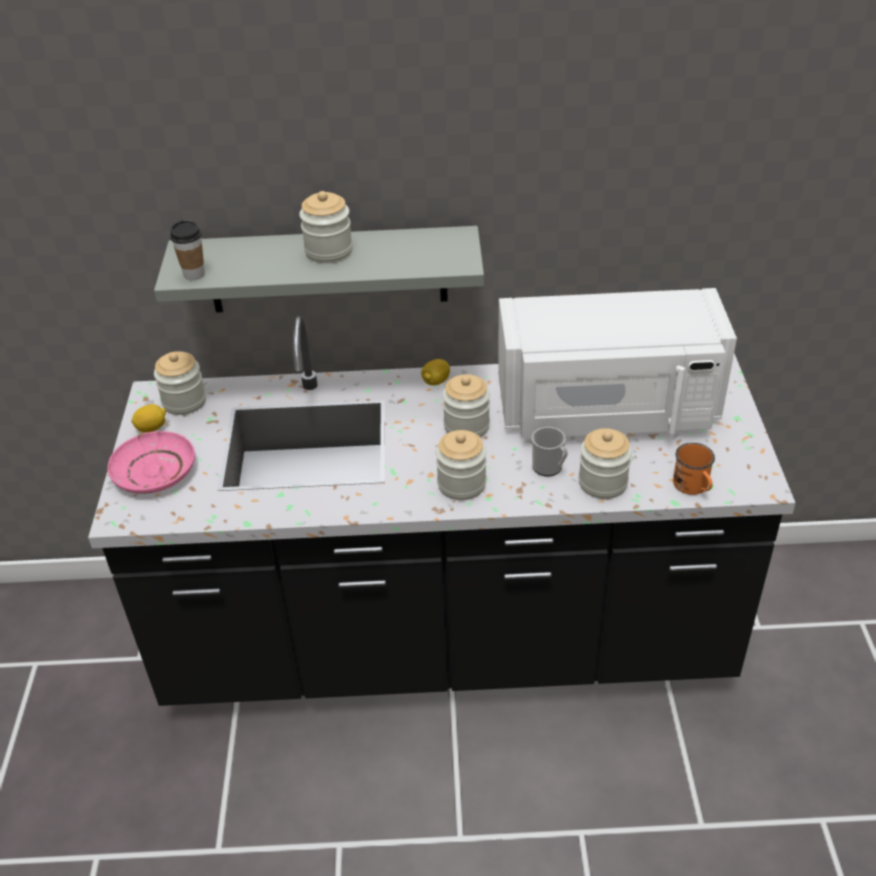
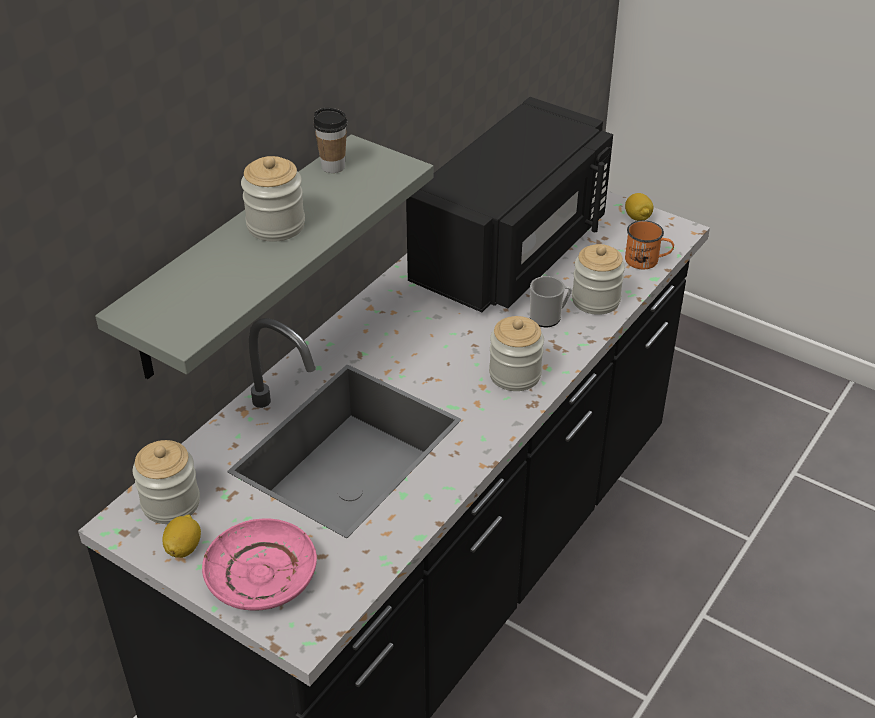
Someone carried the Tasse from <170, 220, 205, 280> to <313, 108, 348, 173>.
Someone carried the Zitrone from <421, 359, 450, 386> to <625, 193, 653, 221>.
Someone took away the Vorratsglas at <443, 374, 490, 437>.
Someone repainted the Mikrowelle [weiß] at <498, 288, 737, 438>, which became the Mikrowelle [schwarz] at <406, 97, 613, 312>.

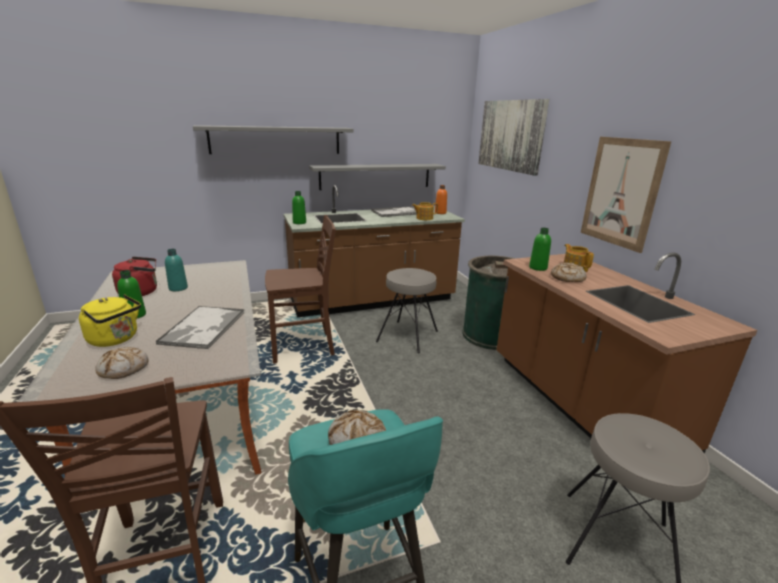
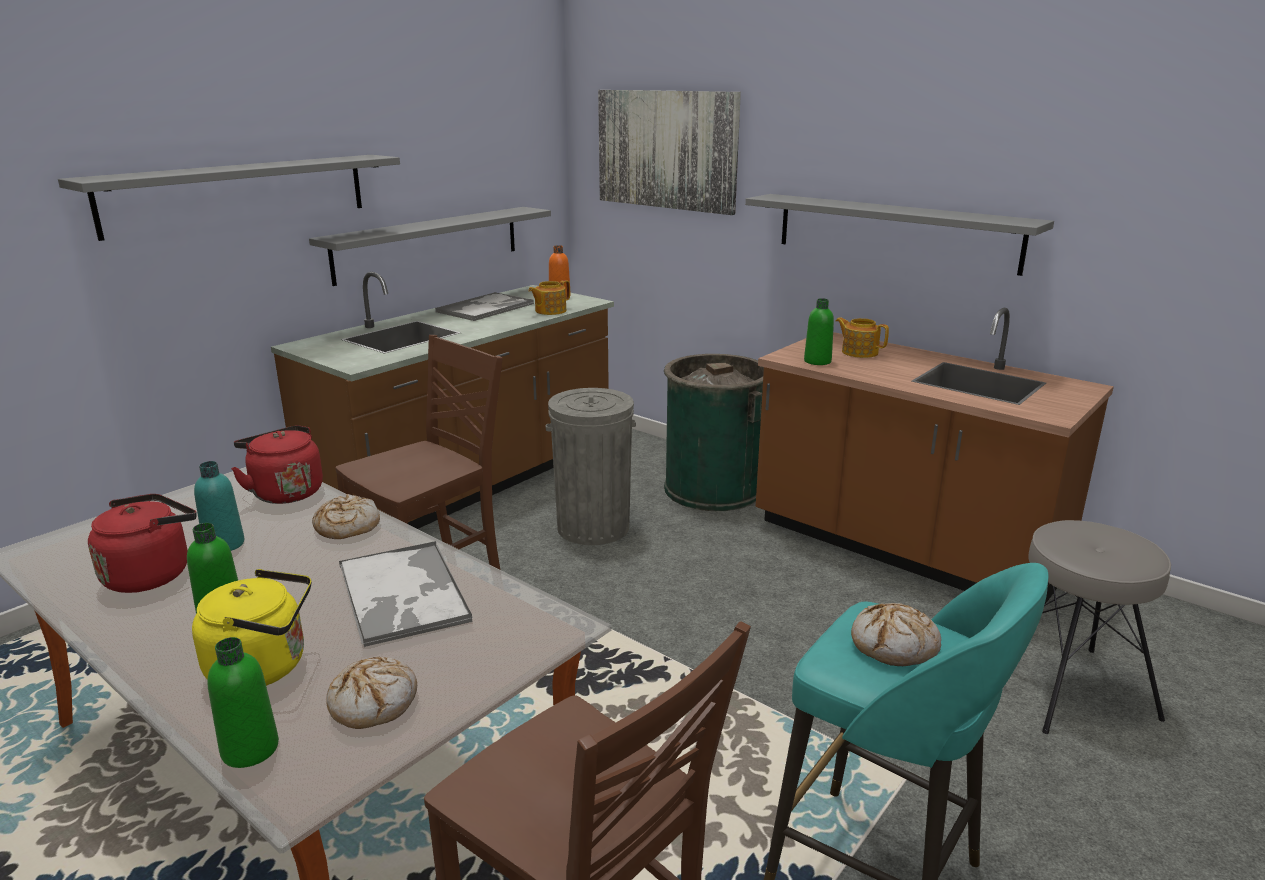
Someone carried the Flasche [grün] from <292, 191, 306, 224> to <207, 637, 279, 768>.
Someone swapped the Hocker [grau] at <376, 268, 438, 354> for the Mülleimer [grau] at <546, 388, 636, 545>.
Someone carried the Brot from <551, 262, 587, 282> to <312, 494, 380, 539>.
Someone swapped the Bild at <581, 137, 672, 253> for the Wandregal [grau] at <745, 194, 1054, 276>.
Someone put down the Wasserkessel [rot] at <231, 425, 323, 504>.

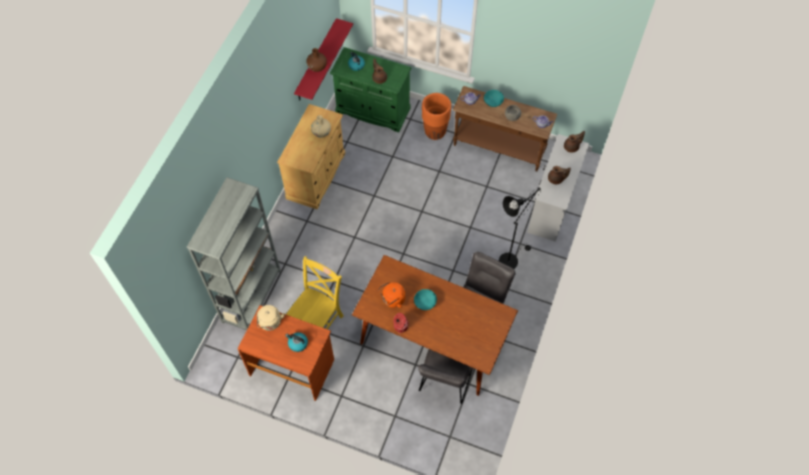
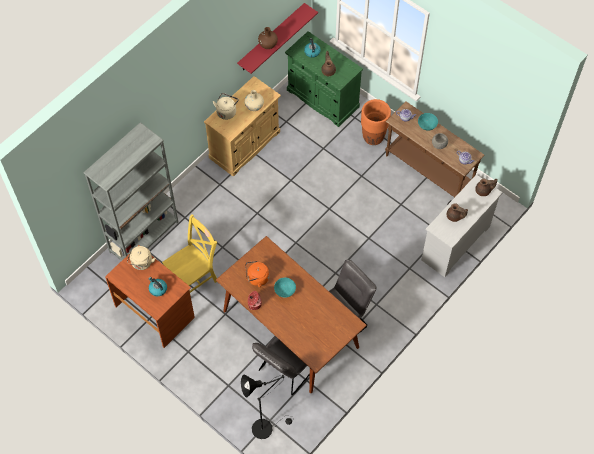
Someone carried the Stehlampe [schwarz] from <499, 187, 541, 269> to <241, 375, 292, 439>.
Someone put down the Wasserkessel [beige] at <213, 93, 239, 120>.

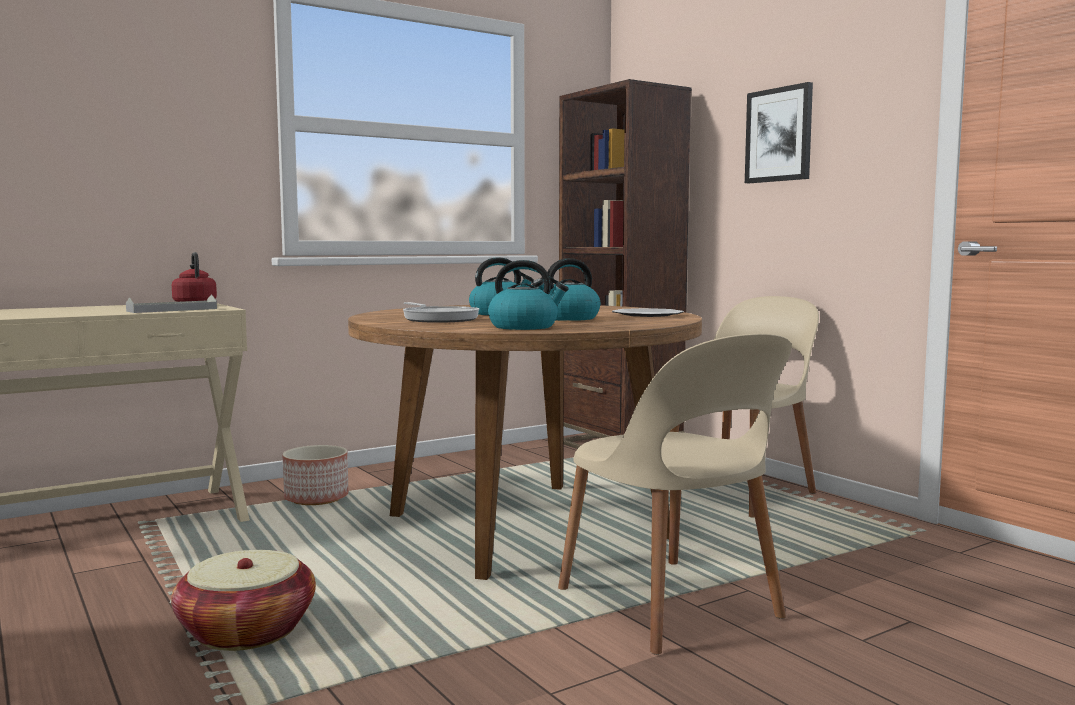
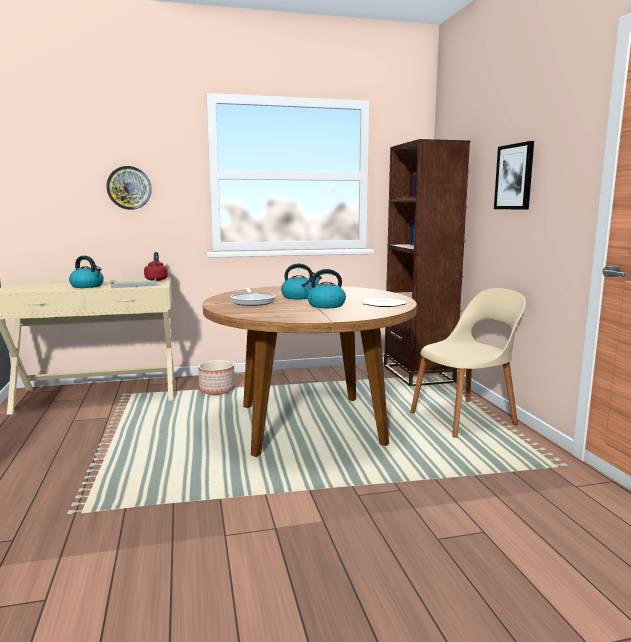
Someone took away the Korb at <171, 550, 316, 651>.
Someone carried the Wasserkessel from <488, 260, 568, 330> to <69, 256, 104, 288>.
Someone took away the Stuhl [beige] at <558, 334, 792, 655>.
Someone put up the Wanduhr at <106, 166, 152, 210>.

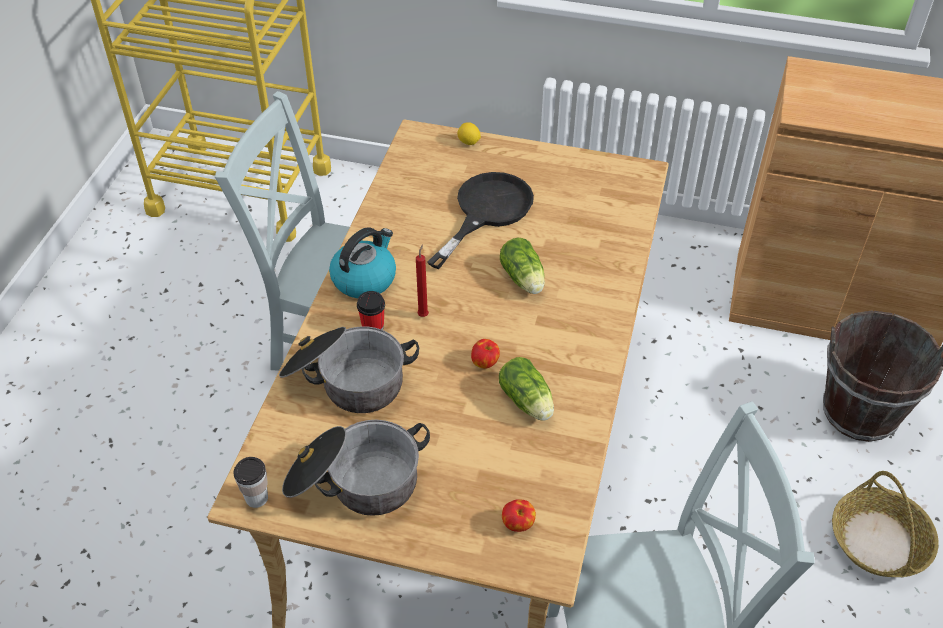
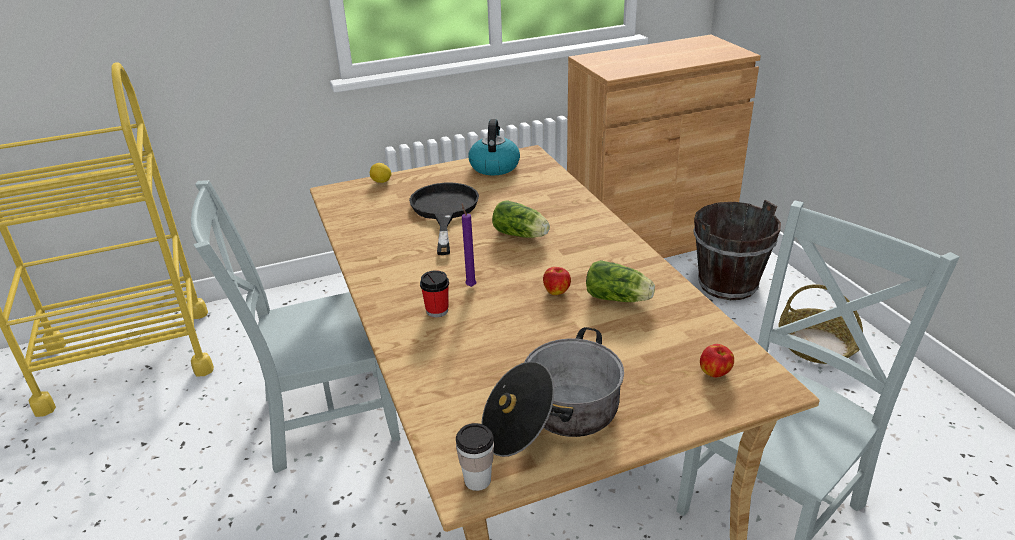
Someone took away the Kochtopf at <279, 327, 419, 413>.
Someone carried the Wasserkessel from <329, 227, 396, 298> to <468, 119, 520, 175>.
Someone repainted the Kerze [rot] at <416, 244, 429, 317>, which became the Kerze [lila] at <462, 203, 476, 287>.

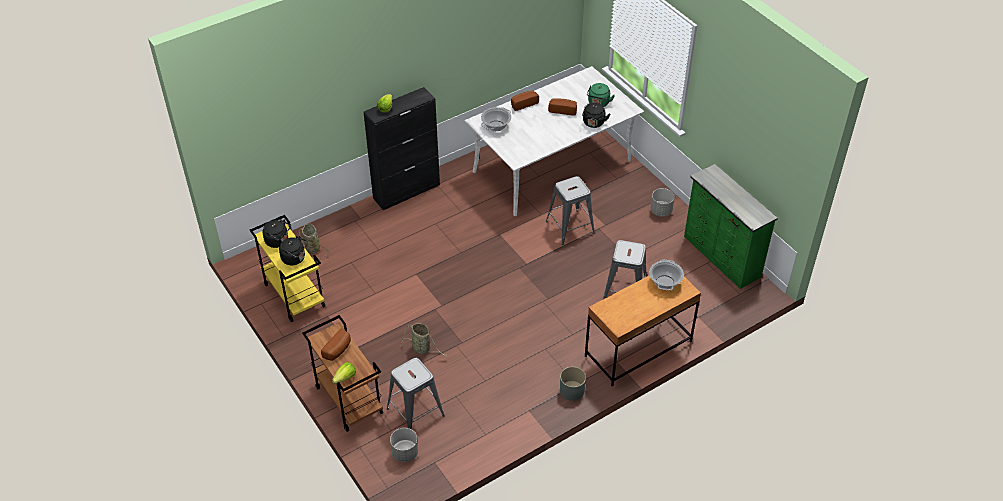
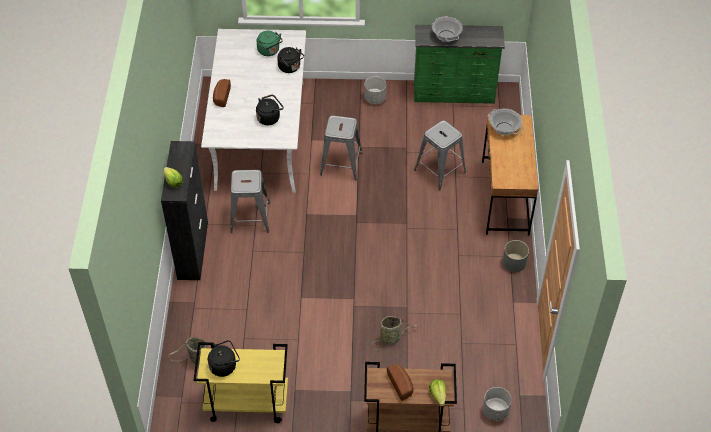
Someone carried the Wasserkessel [schwarz] from <279, 236, 308, 265> to <256, 95, 284, 125>.
Someone carried the Hocker [grau] from <387, 358, 445, 429> to <230, 170, 270, 233>.
Someone carried the Kochtopf from <481, 107, 511, 131> to <432, 16, 463, 42>.
Someone took away the Brot at <548, 98, 577, 116>.

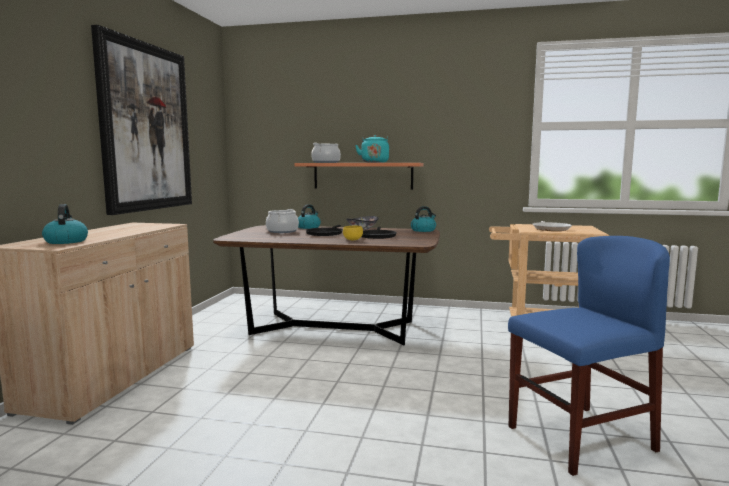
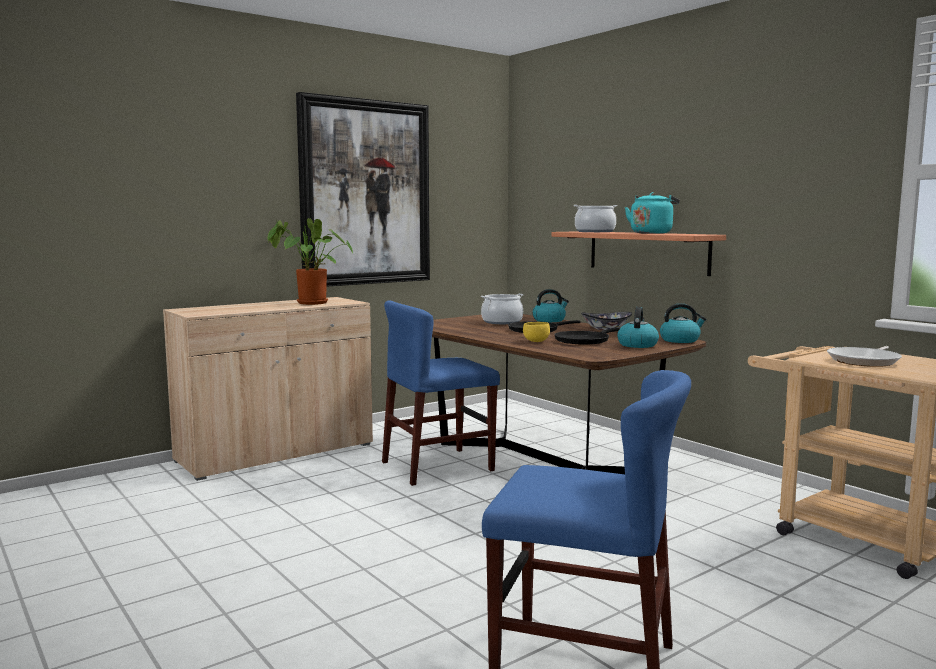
Someone carried the Wasserkessel from <42, 204, 88, 244> to <617, 307, 659, 348>.
Someone put down the Topfpflanze at <268, 218, 354, 305>.
Someone put down the Stuhl [blau] at <382, 300, 500, 486>.

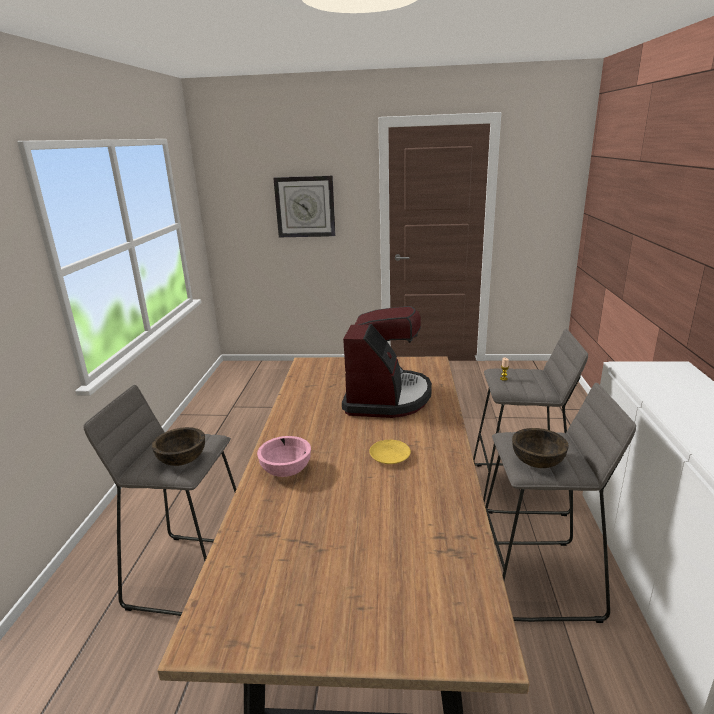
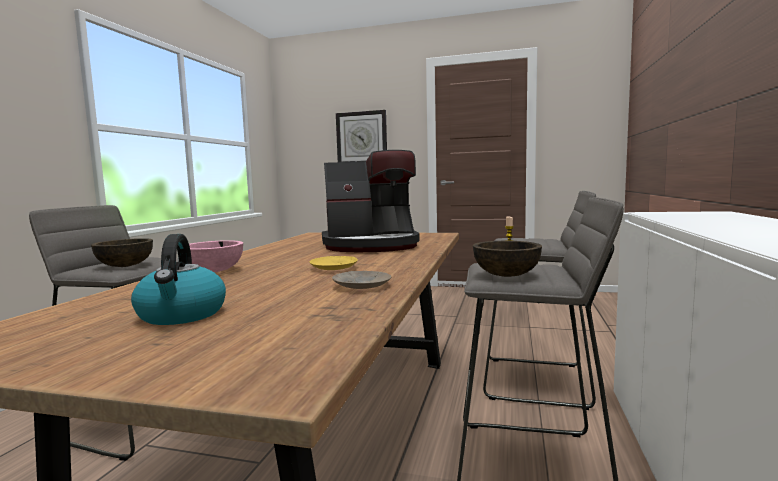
Someone rotated the Kaffeemaschine at <342, 306, 432, 418> by 60 degrees clockwise.
Someone put down the Wasserkessel at <131, 234, 226, 325>.
Someone put down the Teller [beige] at <332, 271, 391, 289>.

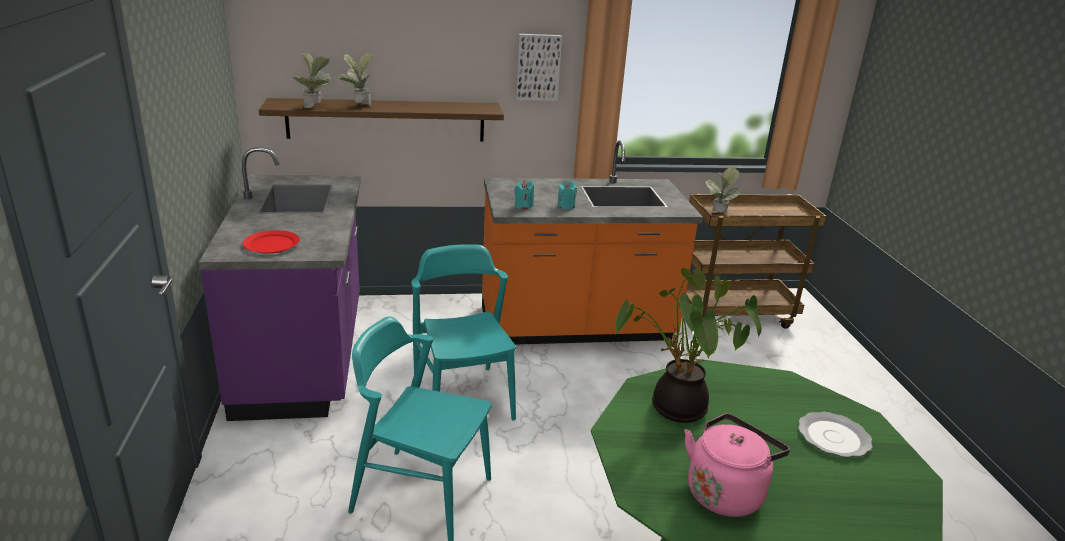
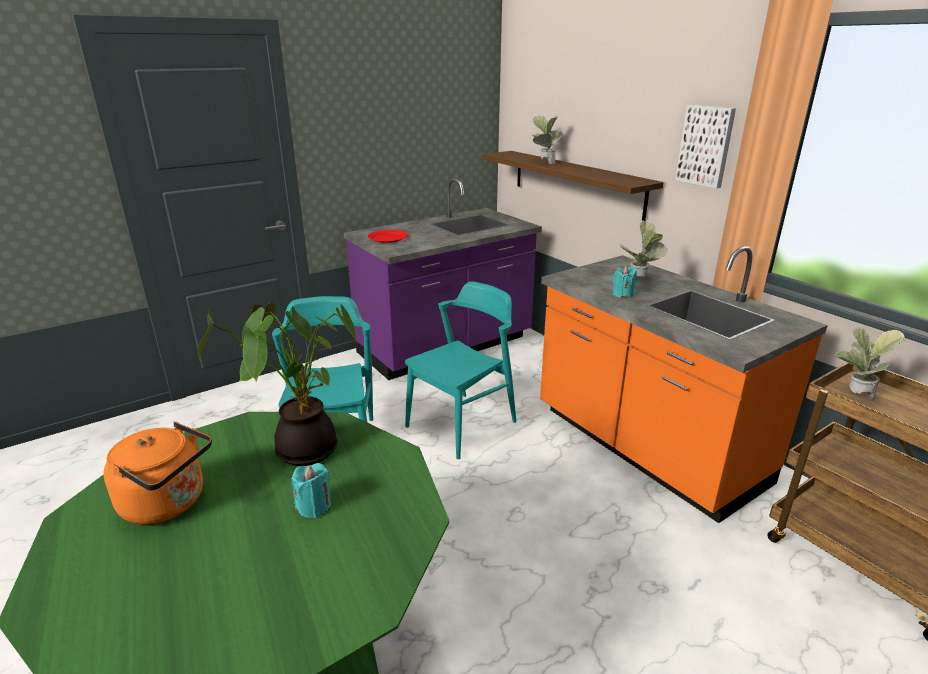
Someone carried the Topfpflanze from <293, 52, 331, 108> to <620, 221, 668, 277>.
Someone carried the Kerze [türkis] from <514, 180, 534, 209> to <291, 463, 331, 518>.
Someone repainted the Wasserkessel [rosa] at <685, 413, 790, 517>, which became the Wasserkessel [orange] at <104, 422, 212, 525>.
Someone took away the Teller at <798, 412, 872, 457>.

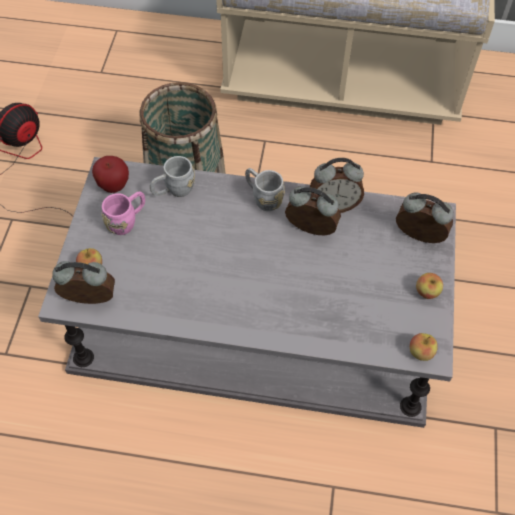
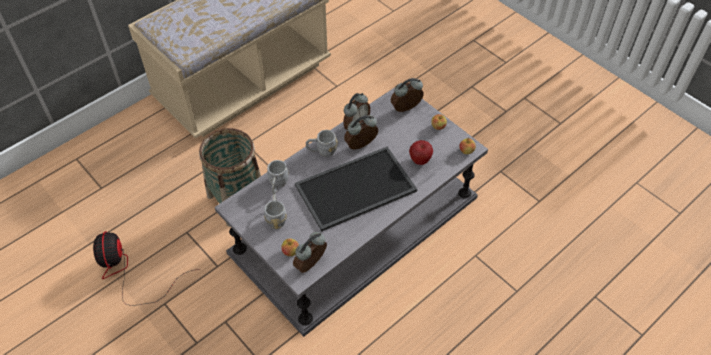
Someone carried the Apfel from <92, 156, 129, 193> to <409, 140, 433, 165>.
Someone repainted the Henkelbecher [rosa] at <102, 191, 145, 235>, which became the Henkelbecher [grau] at <264, 194, 287, 229>.
Someone put down the Tablett at <295, 146, 417, 232>.

